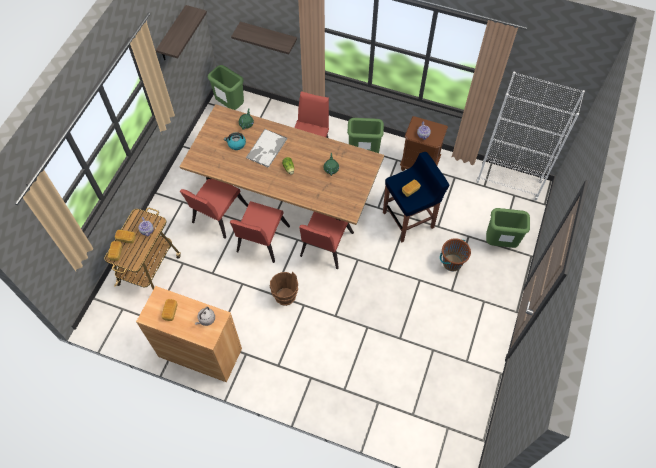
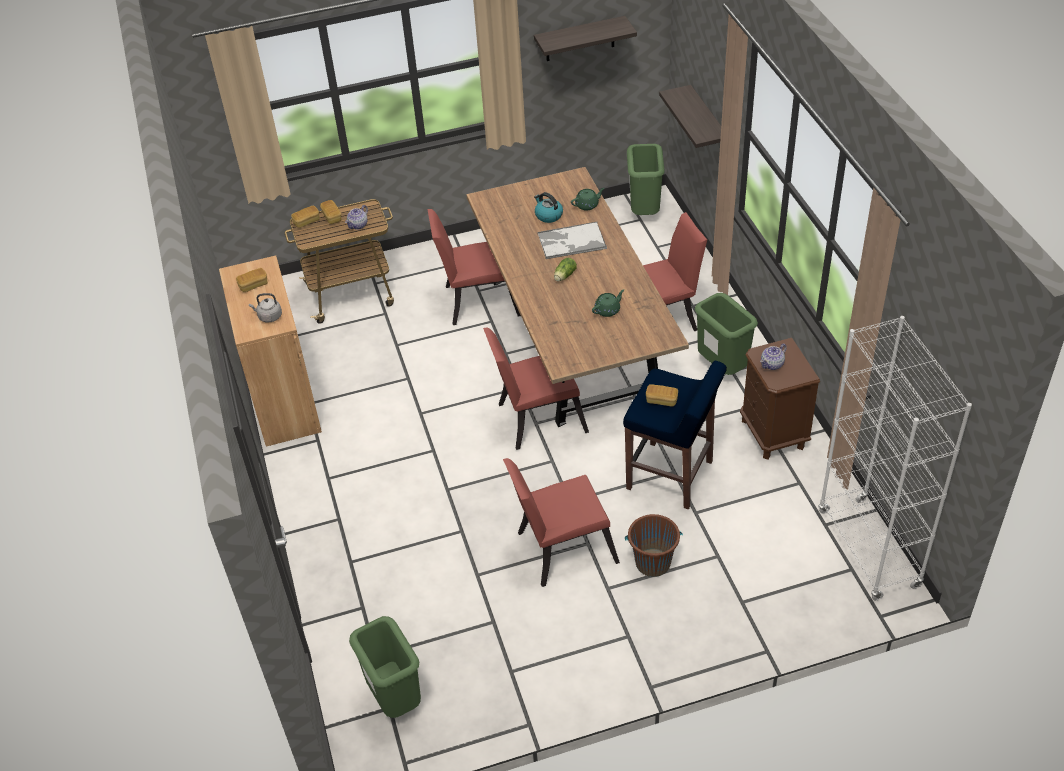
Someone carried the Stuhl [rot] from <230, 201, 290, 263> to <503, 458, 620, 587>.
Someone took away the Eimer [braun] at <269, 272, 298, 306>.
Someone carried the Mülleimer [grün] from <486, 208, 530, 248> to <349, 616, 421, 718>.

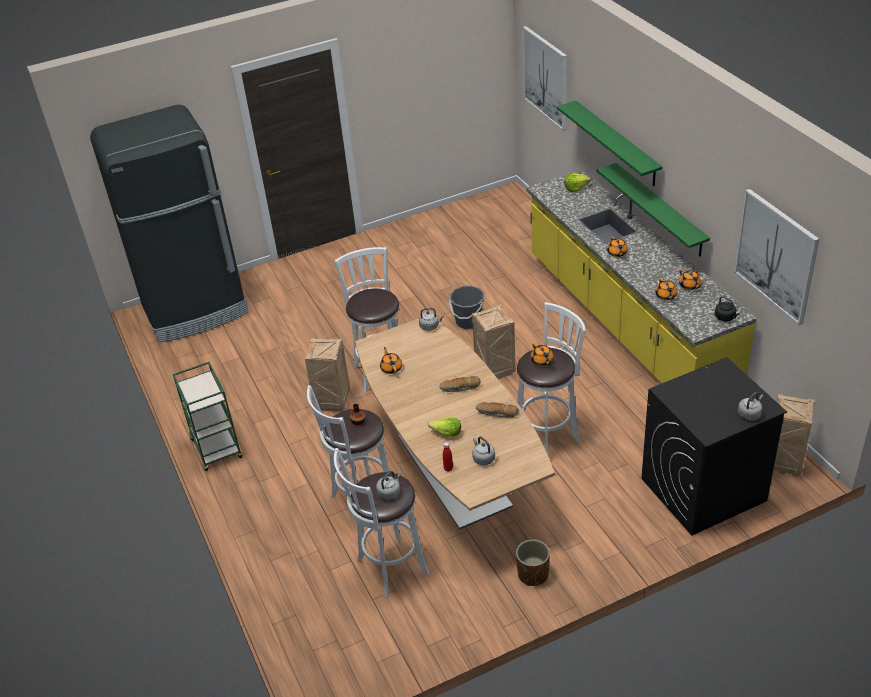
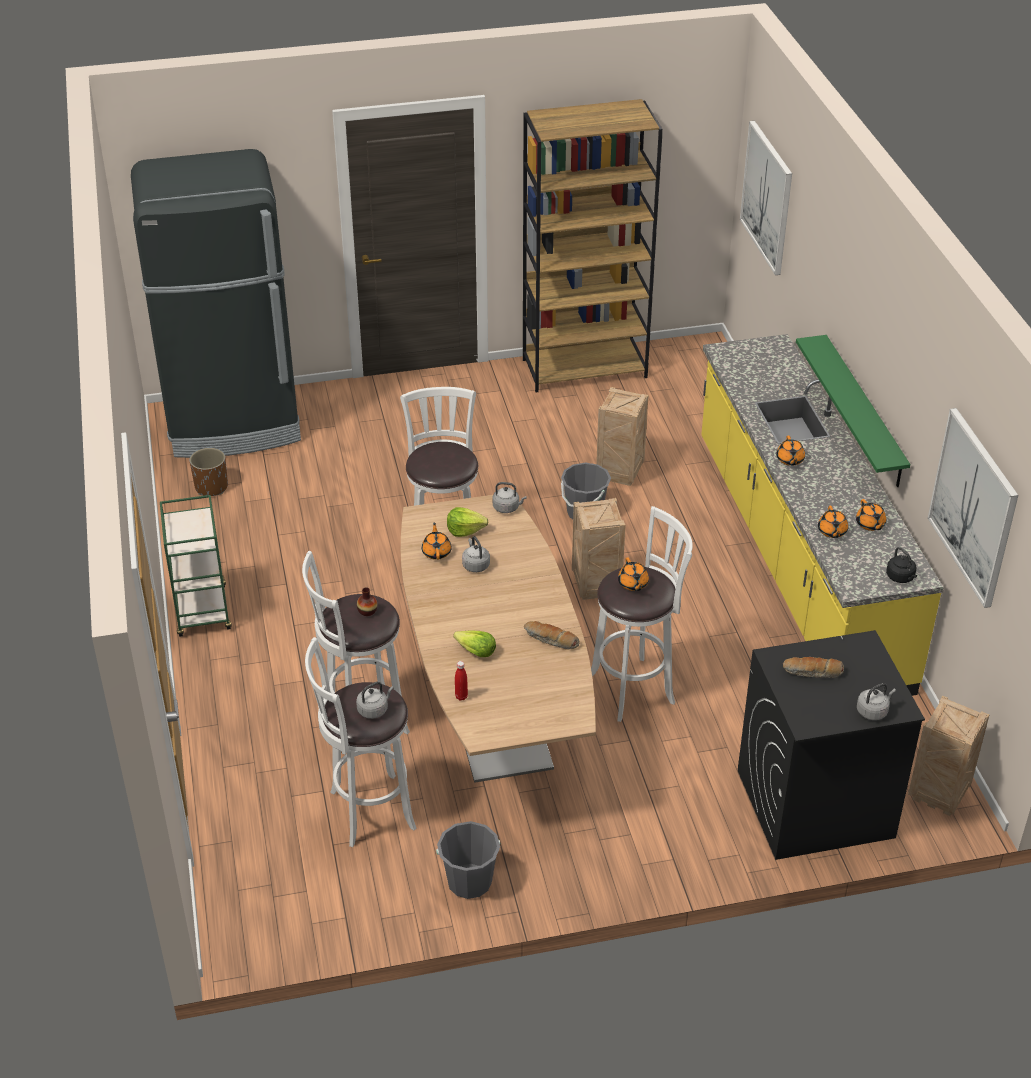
Someone carried the Kiste from <305, 338, 350, 411> to <596, 387, 648, 486>.
Someone carried the Brot from <439, 376, 481, 392> to <783, 657, 844, 678>.
Someone carried the Wasserkessel [grau] from <472, 437, 495, 465> to <462, 536, 490, 572>.
Someone carried the Pflanzkübel [braun] from <516, 539, 550, 586> to <190, 448, 228, 496>.
Someone took away the Wandregal [grün] at <557, 100, 663, 186>.
Someone carried the Salatkopf from <564, 173, 590, 192> to <447, 507, 488, 537>.
Someone put down the Eimer [grau] at <436, 821, 500, 899>.
Someone put down the Bücherregal [braun] at <523, 99, 663, 392>.

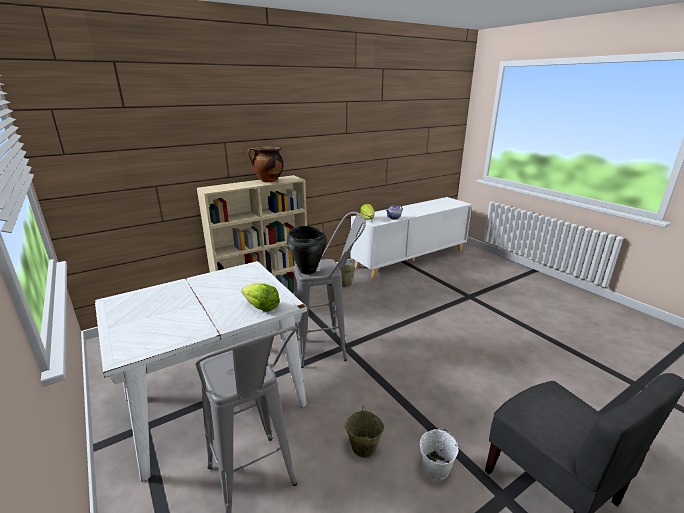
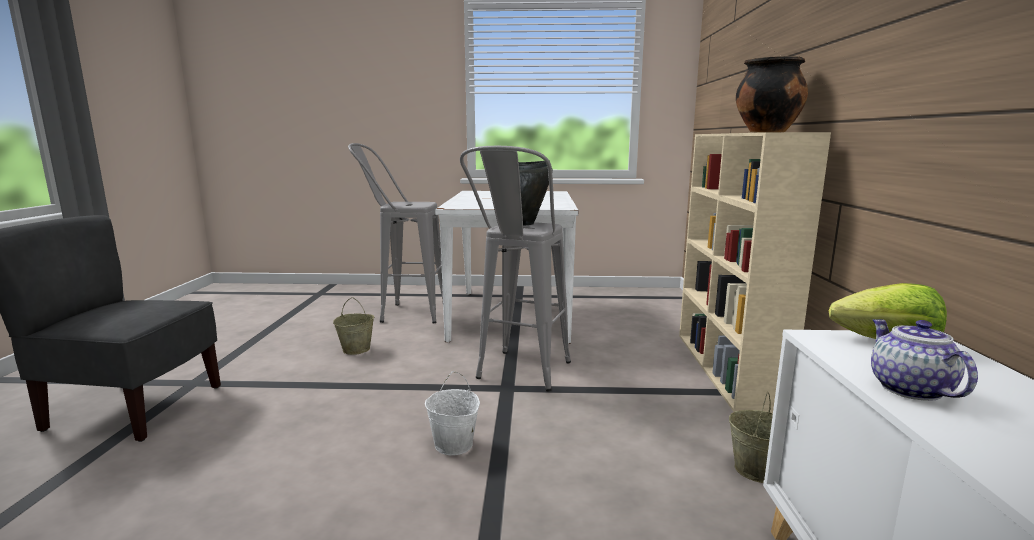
Someone took away the Salatkopf at <241, 283, 280, 312>.
Someone carried the Eimer [weiß] from <419, 428, 459, 481> to <425, 371, 480, 456>.

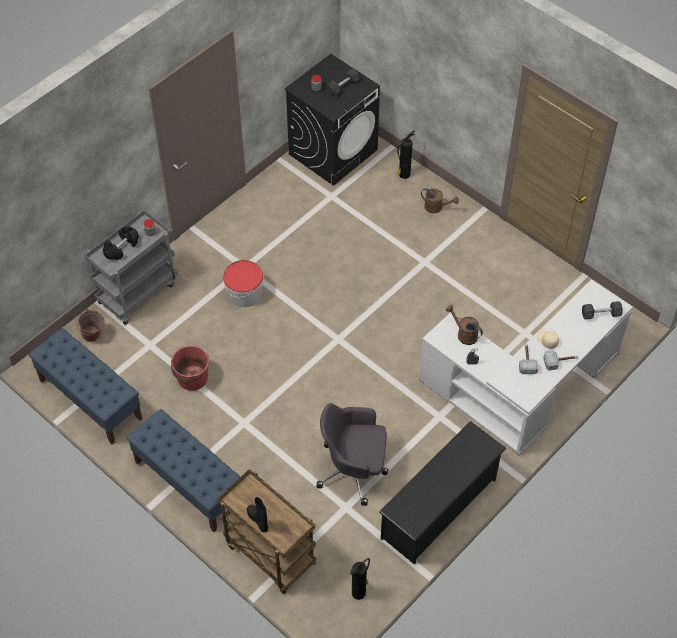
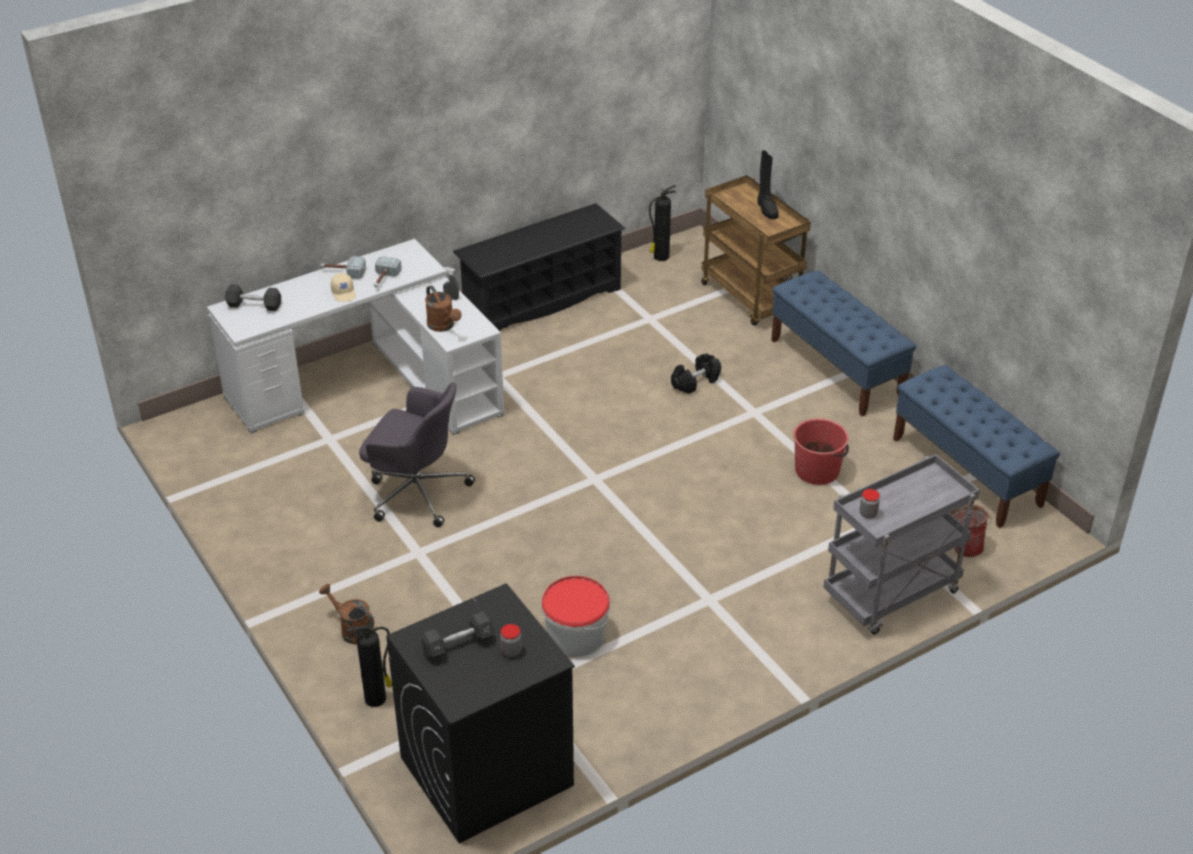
Someone carried the Hantel [schwarz] from <103, 226, 139, 260> to <671, 354, 721, 394>.
Someone carried the Eimer from <223, 260, 264, 307> to <541, 576, 610, 657>.
Someone carried the Bürostuhl [grau] from <316, 403, 389, 506> to <359, 382, 475, 527>.

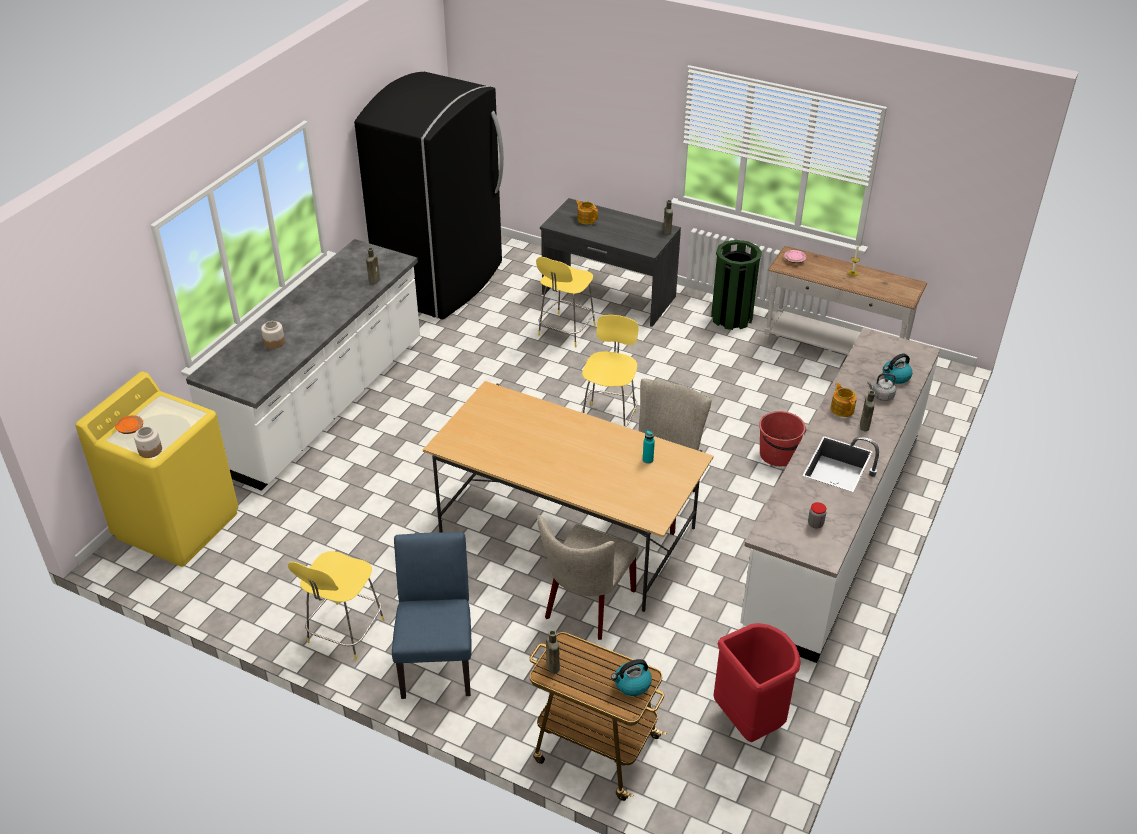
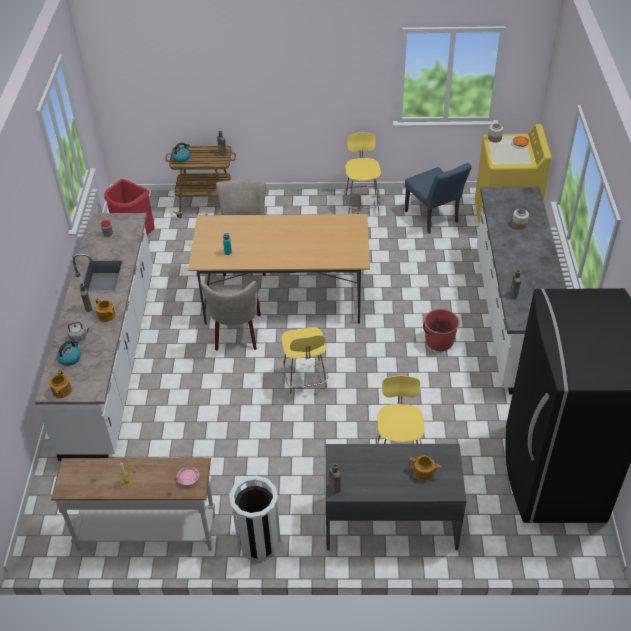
Someone carried the Stuhl [blau] from <392, 532, 472, 699> to <404, 163, 472, 234>.
Someone repainted the Mülleimer [grün] at <711, 240, 762, 330>, which became the Mülleimer [weiß] at <229, 476, 281, 561>.
Someone carried the Eimer [rot] from <759, 411, 806, 466> to <423, 309, 459, 351>.
Someone put down the Teekanne at <49, 370, 72, 398>.

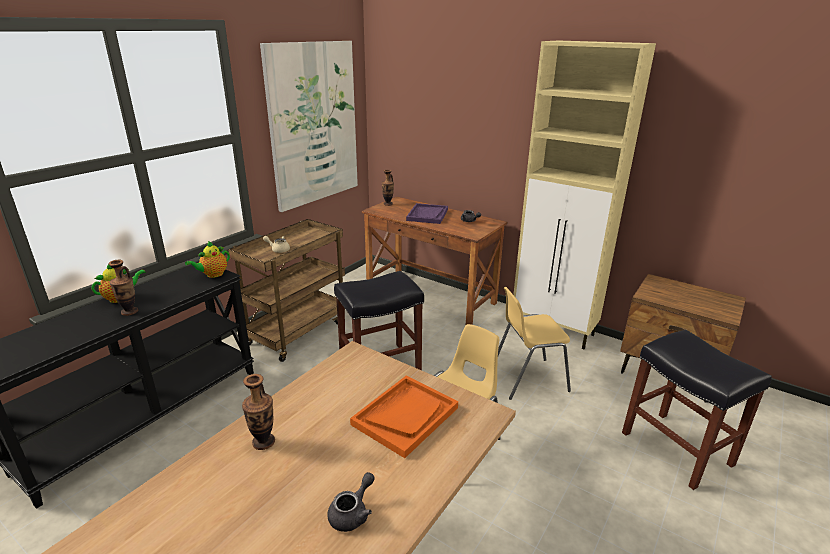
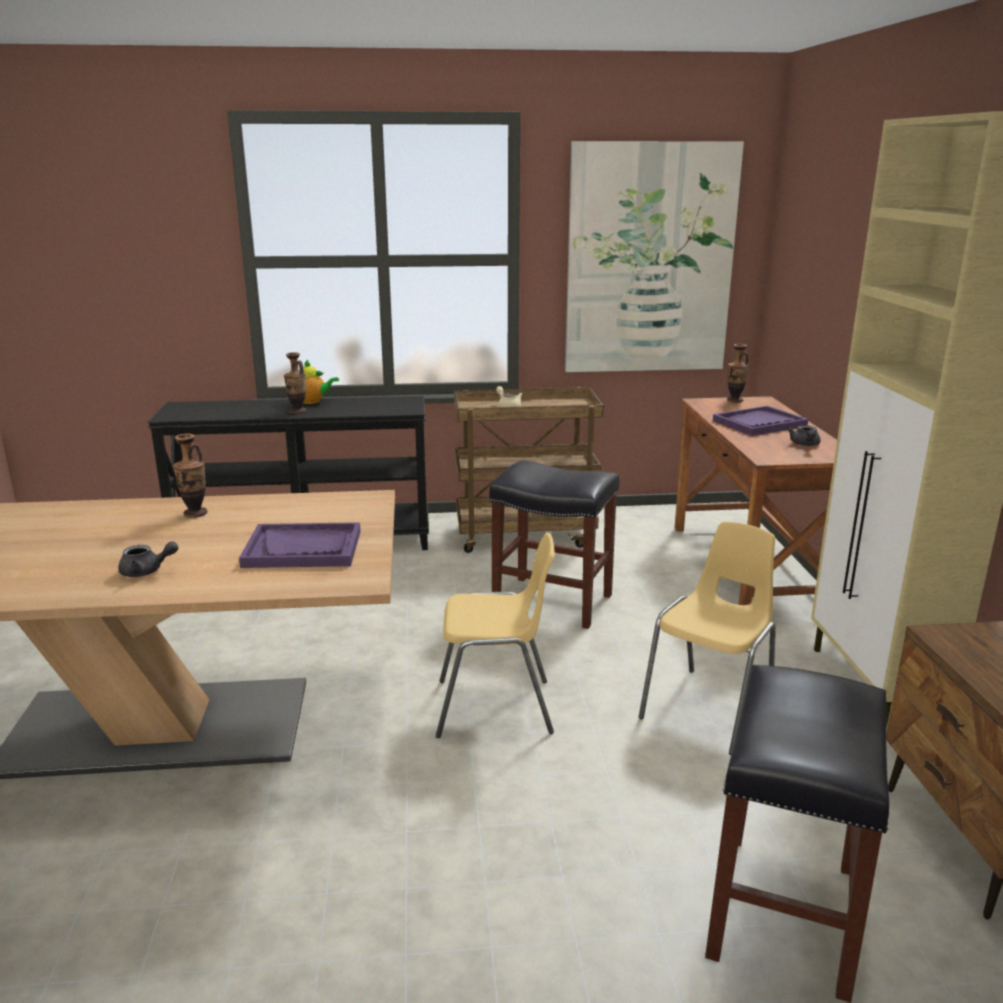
Someone took away the Teekanne at <185, 241, 230, 278>.
Someone repainted the Tablett [orange] at <350, 376, 458, 458>, which became the Tablett [lila] at <239, 522, 361, 568>.
Someone rotated the Stuhl [gelb] at <498, 287, 571, 400> by 90 degrees clockwise.

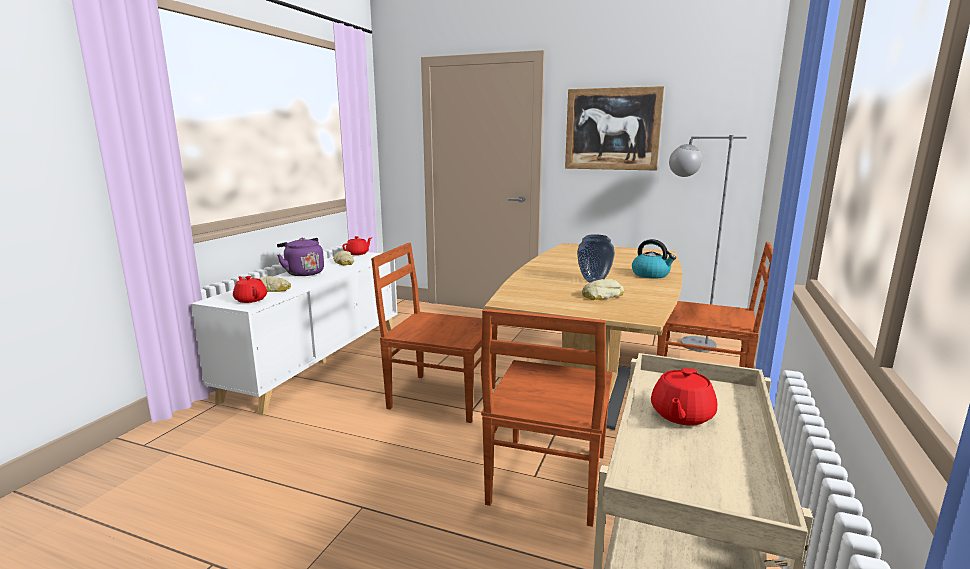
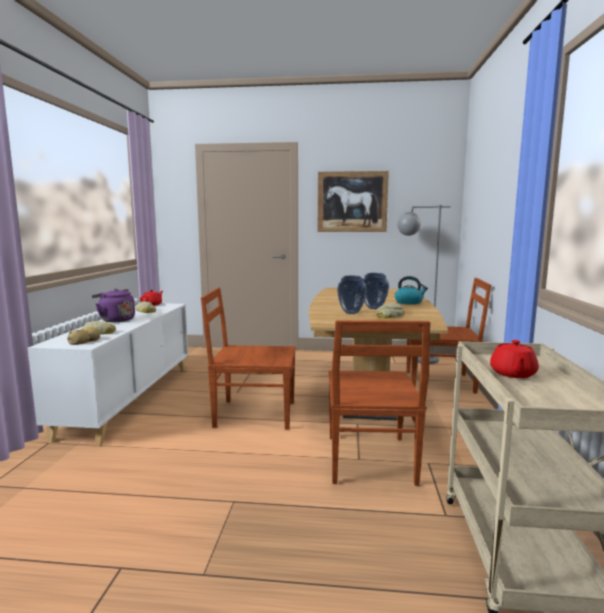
Someone swapped the Teekanne [rot] at <233, 276, 267, 303> for the Brot at <67, 327, 100, 345>.
Someone put down the Vase at <337, 276, 367, 314>.

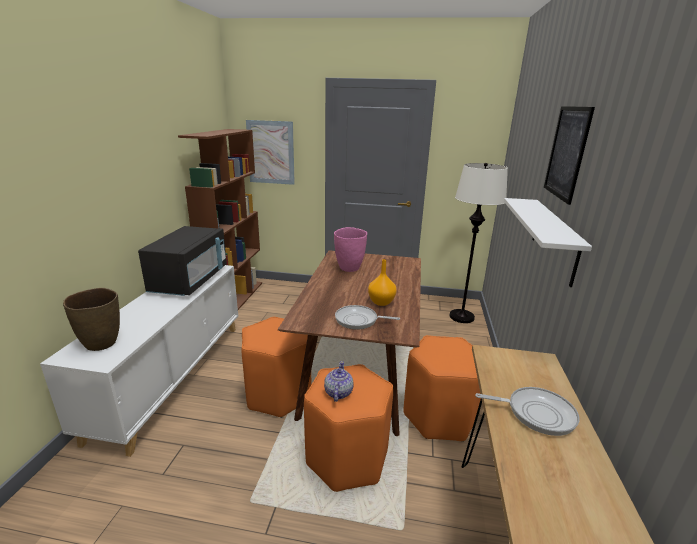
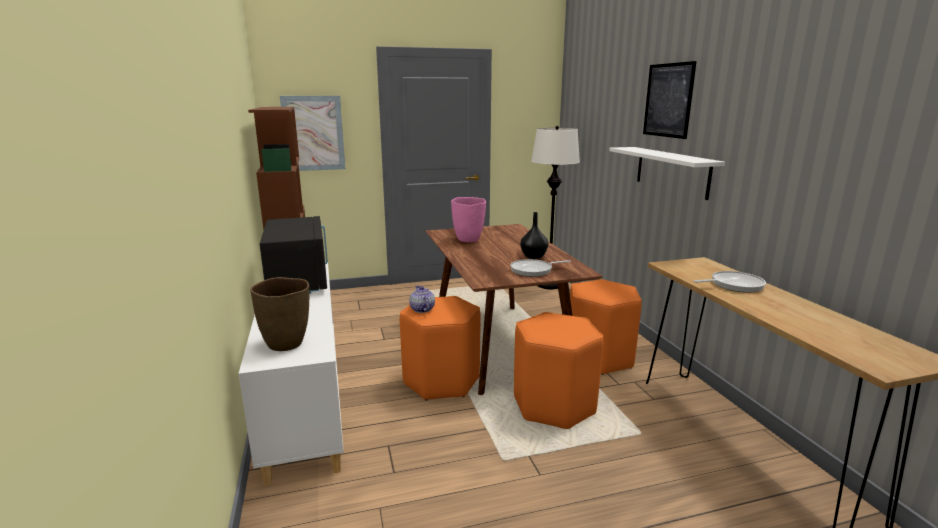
Someone carried the Teekanne from <324, 361, 353, 402> to <409, 285, 435, 313>.
Someone repainted the Vase [orange] at <368, 259, 397, 306>, which became the Vase [schwarz] at <520, 212, 548, 259>.

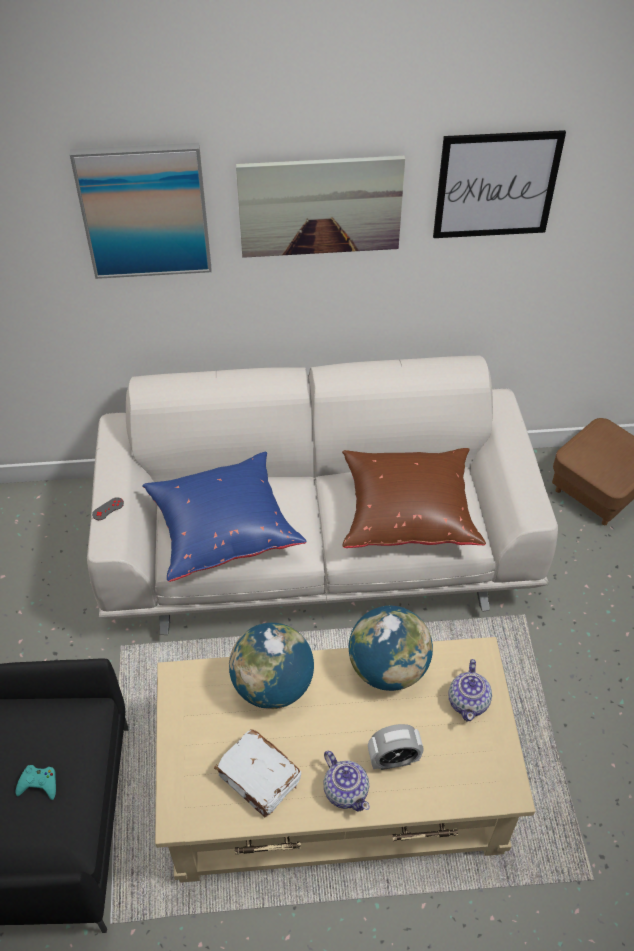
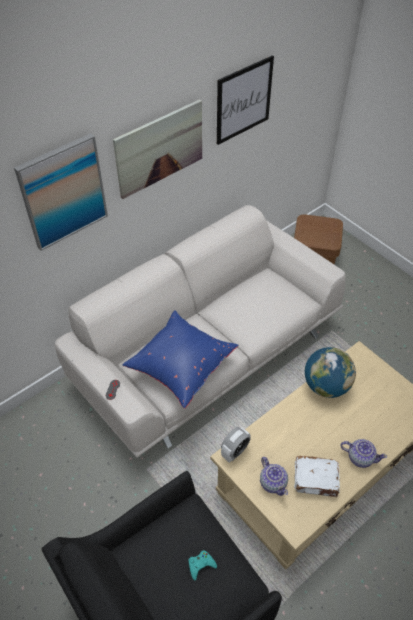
Someone took away the Globus at <229, 623, 314, 709>.
Someone took away the Kissen [braun] at <342, 448, 486, 548>.
Someone carried the Wecker from <368, 724, 424, 770> to <221, 427, 251, 463>.
Someone carried the Teekanne from <448, 659, 492, 722> to <260, 457, 288, 496>.

